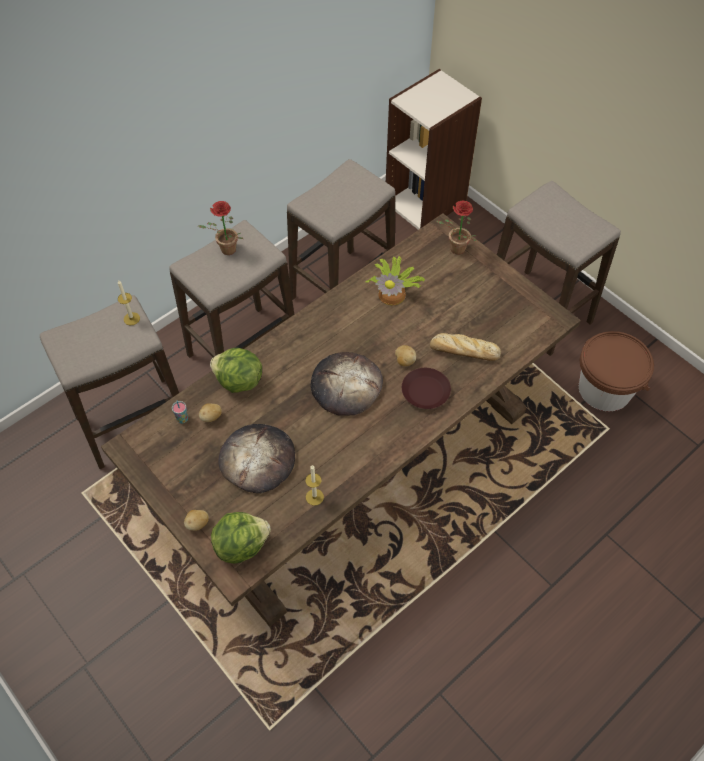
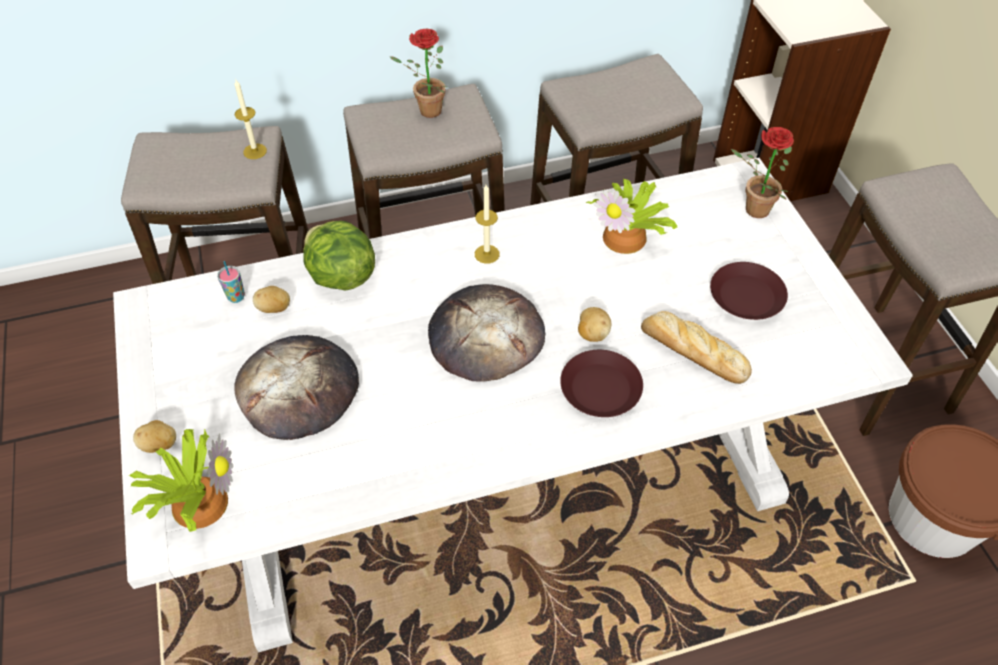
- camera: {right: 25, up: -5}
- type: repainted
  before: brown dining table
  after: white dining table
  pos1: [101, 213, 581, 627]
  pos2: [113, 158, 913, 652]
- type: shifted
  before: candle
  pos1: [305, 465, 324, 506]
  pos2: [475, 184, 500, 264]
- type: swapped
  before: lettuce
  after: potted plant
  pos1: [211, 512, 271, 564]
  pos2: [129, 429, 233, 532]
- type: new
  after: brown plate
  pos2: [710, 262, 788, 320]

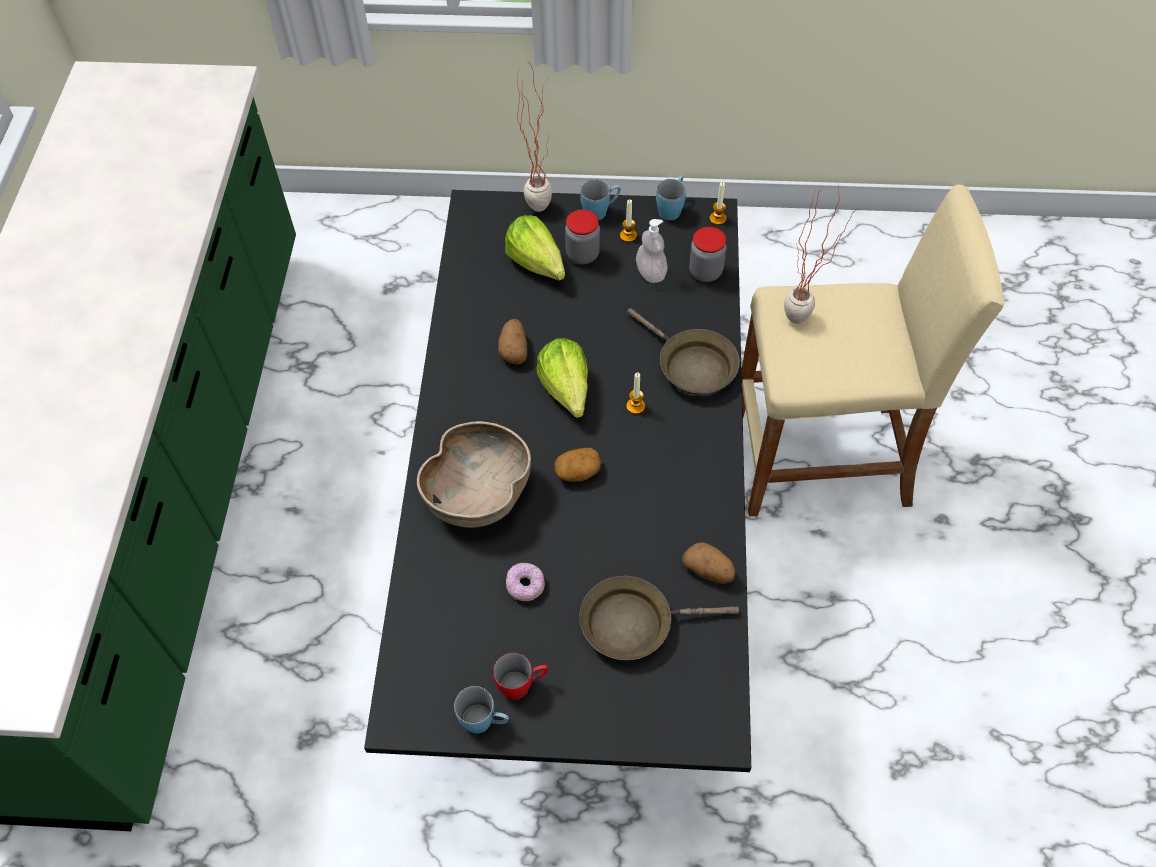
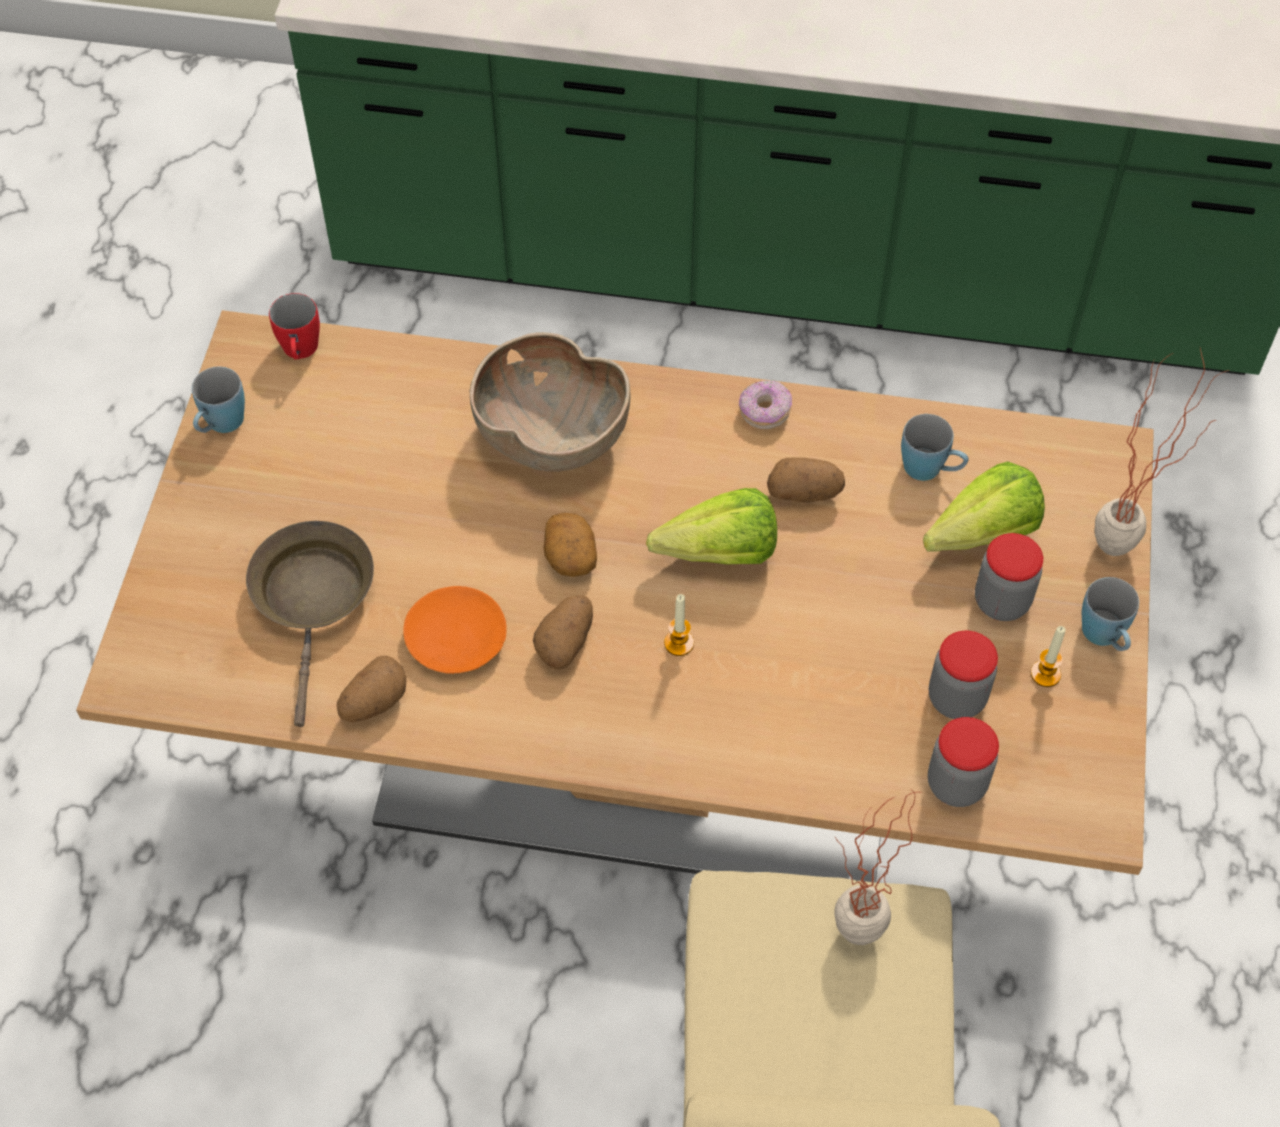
- camera: {right: 95, up: 0}
- type: shifted
  before: blue mug
  pos1: [656, 176, 686, 220]
  pos2: [901, 414, 969, 481]
- type: gone
  before: candle
  pos1: [710, 182, 726, 225]
- type: repainted
  before: black dining table
  after: beige dining table
  pos1: [364, 190, 751, 772]
  pos2: [76, 310, 1154, 883]
- type: swapped
  before: soap dispenser
  after: jar
  pos1: [636, 219, 668, 283]
  pos2: [929, 631, 998, 719]
- type: gone
  before: brown frying pan
  pos1: [627, 308, 740, 395]
- type: shifted
  before: donut
  pos1: [506, 563, 545, 601]
  pos2: [739, 380, 792, 430]
- type: shifted
  before: red mug
  pos1: [493, 653, 548, 700]
  pos2: [269, 293, 320, 359]
- type: new
  after: orange plate
  pos2: [403, 586, 507, 674]
- type: new
  after: potato
  pos2: [533, 595, 593, 670]

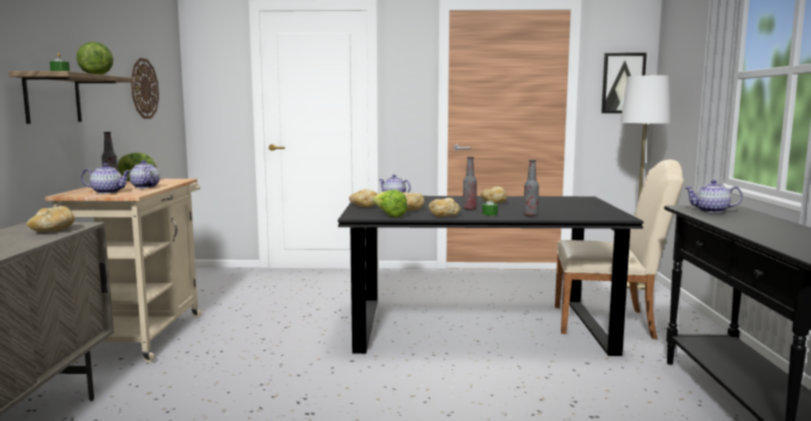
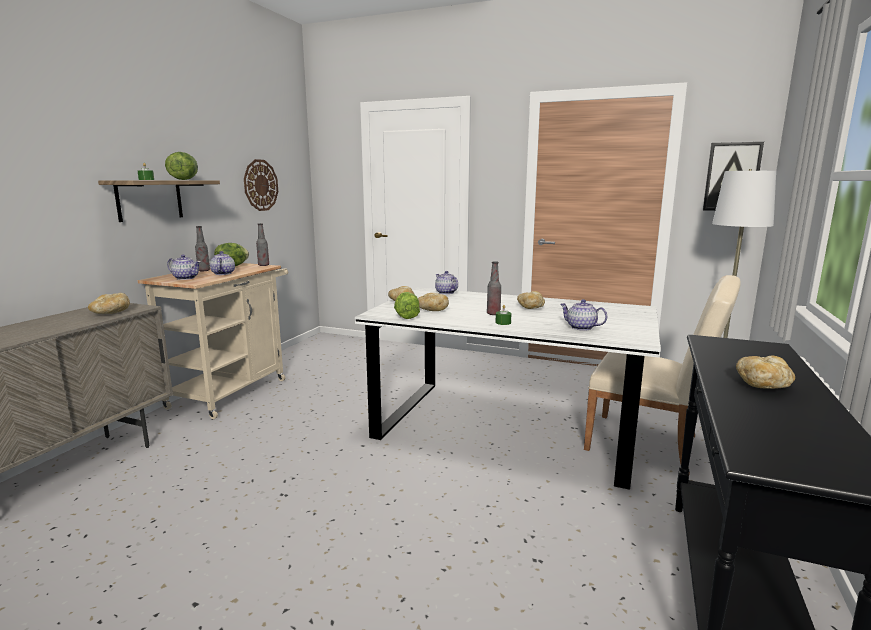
- camera: {right: 20, up: 5}
- type: shifted
  before: bottle
  pos1: [523, 160, 539, 217]
  pos2: [256, 223, 269, 266]
- type: shifted
  before: teapot
  pos1: [684, 180, 743, 213]
  pos2: [560, 299, 607, 331]
- type: repainted
  before: black dining table
  after: white dining table
  pos1: [338, 196, 644, 356]
  pos2: [355, 288, 661, 490]
- type: shifted
  before: bread
  pos1: [429, 198, 460, 217]
  pos2: [736, 356, 795, 389]

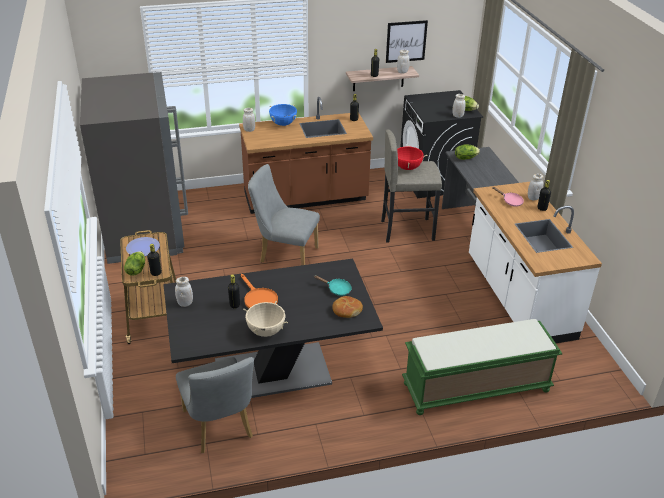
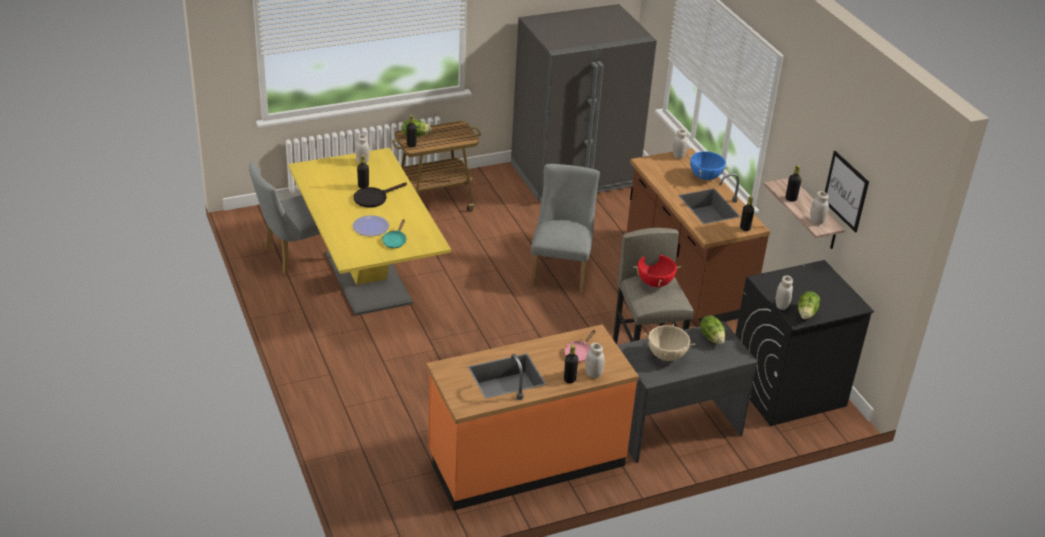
- camera: {right: 80, up: 0}
- type: repainted
  before: white counter
  after: orange counter
  pos1: [469, 182, 602, 343]
  pos2: [426, 324, 639, 510]
- type: shifted
  before: plate
  pos1: [126, 237, 160, 256]
  pos2: [353, 215, 389, 236]
- type: repainted
  before: black dining table
  after: yellow dining table
  pos1: [163, 258, 383, 398]
  pos2: [288, 148, 451, 316]
- type: repainted
  before: orange frying pan
  after: black frying pan
  pos1: [241, 274, 278, 308]
  pos2: [354, 183, 407, 208]
- type: gone
  before: bread
  pos1: [332, 296, 363, 318]
- type: shifted
  before: beige cooking pot
  pos1: [243, 301, 288, 337]
  pos2: [644, 323, 695, 361]
- type: gone
  before: green bench
  pos1: [402, 319, 562, 415]

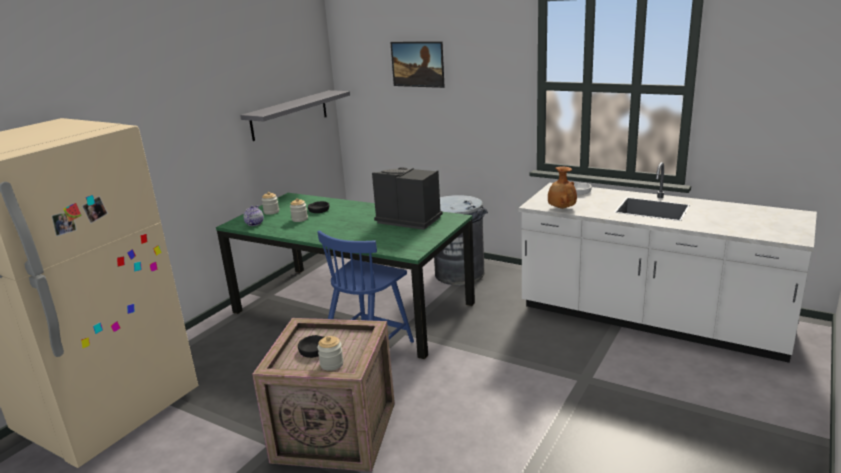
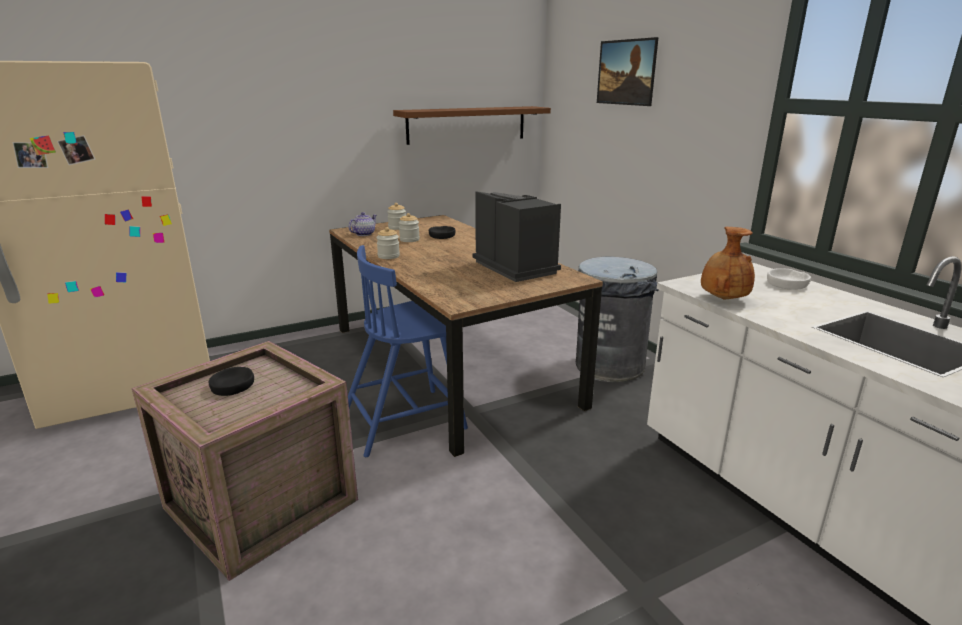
- camera: {right: 30, up: 0}
- type: repainted
  before: grey shelf
  after: brown shelf
  pos1: [240, 90, 350, 141]
  pos2: [393, 106, 551, 145]
- type: repainted
  before: green dining table
  after: brown dining table
  pos1: [216, 193, 475, 359]
  pos2: [329, 215, 603, 457]
- type: shifted
  before: jar
  pos1: [317, 336, 344, 371]
  pos2: [376, 227, 400, 259]

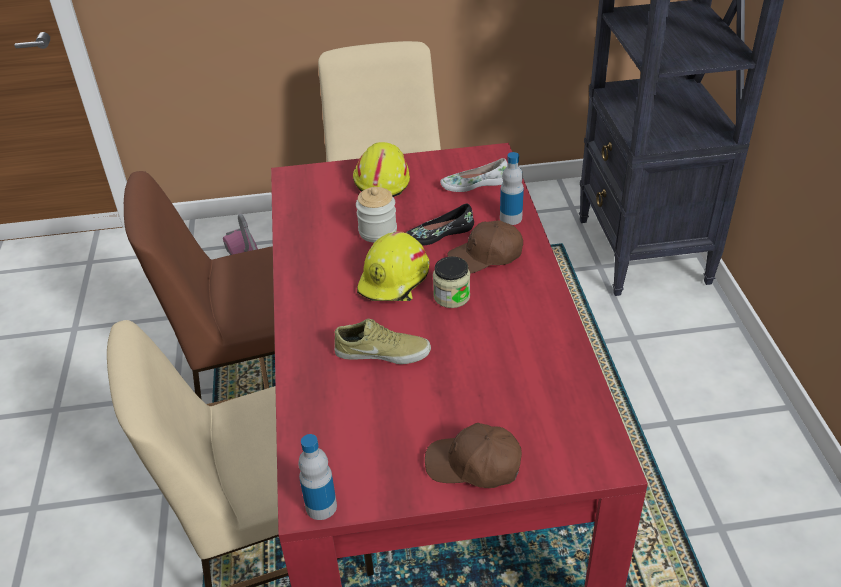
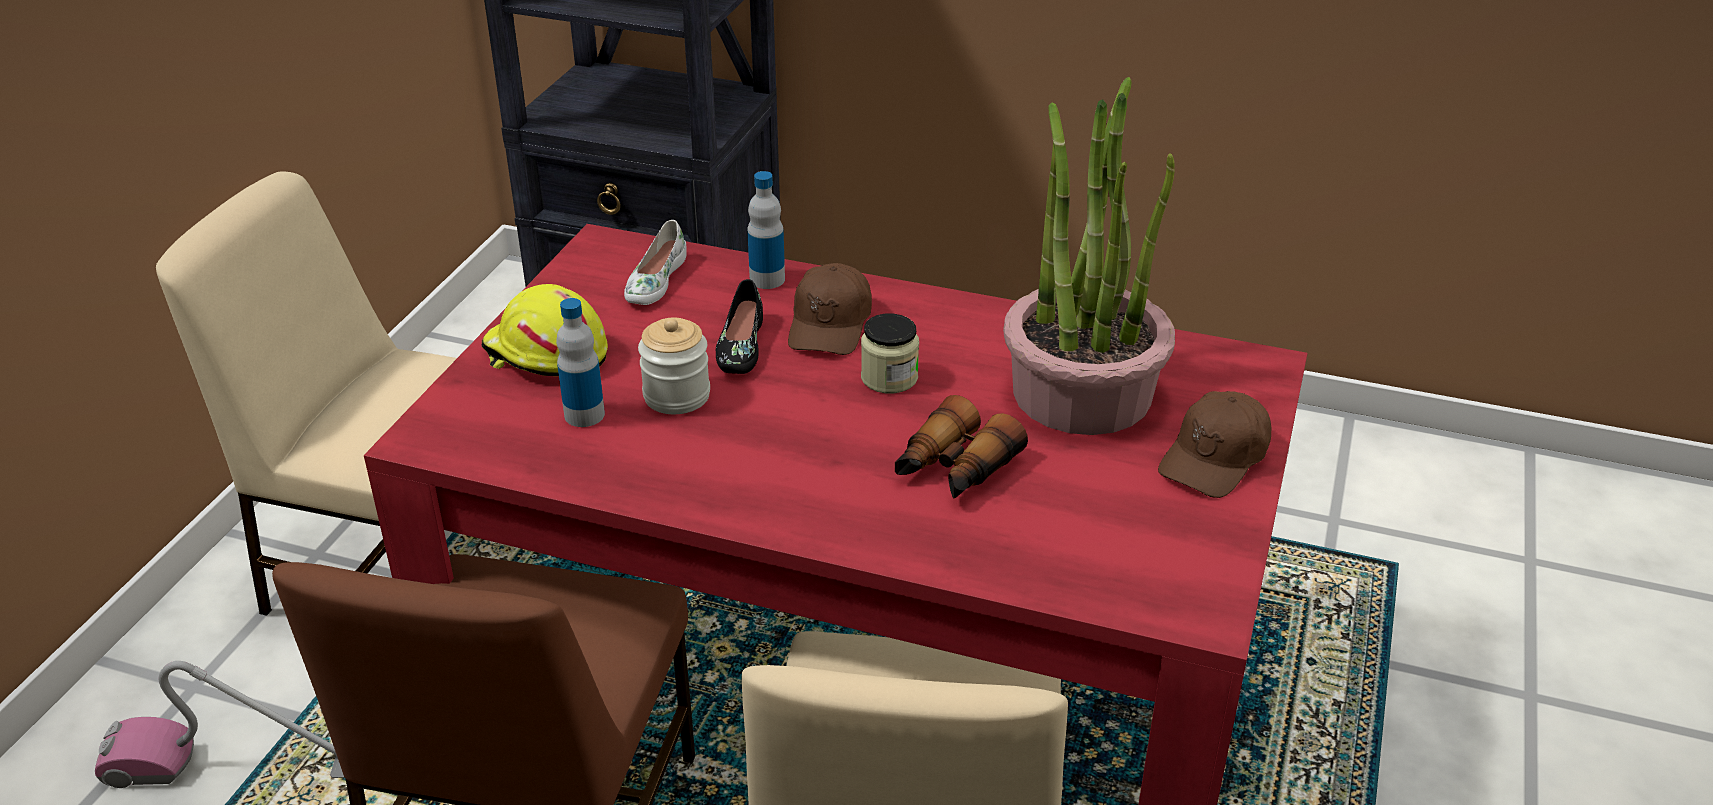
- camera: {right: -65, up: -5}
- type: gone
  before: yellow hard hat
  pos1: [357, 231, 430, 301]
- type: swapped
  before: beige shoe
  after: binoculars
  pos1: [334, 318, 431, 364]
  pos2: [895, 395, 1028, 499]
- type: shifted
  before: bottle
  pos1: [298, 434, 337, 520]
  pos2: [556, 298, 605, 427]
- type: new
  after: potted plant
  pos2: [1003, 77, 1175, 435]

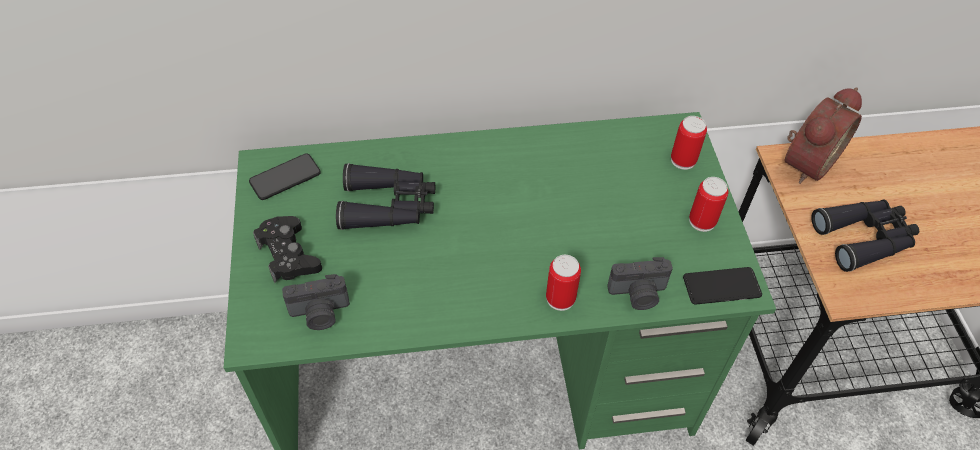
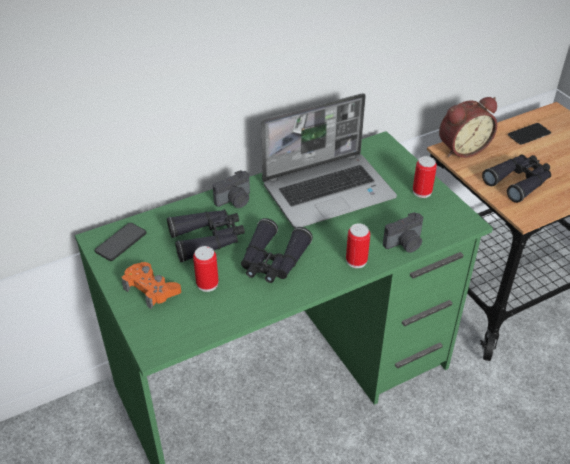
- camera: {right: -20, up: -10}
- type: rotated
  before: alarm clock
  pos1: [785, 87, 862, 184]
  pos2: [439, 97, 497, 158]
  turn: 45
- type: shifted
  before: can
  pos1: [671, 116, 707, 170]
  pos2: [193, 246, 219, 292]
- type: repainted
  before: black game controller
  after: orange game controller
  pos1: [253, 216, 322, 283]
  pos2: [122, 262, 181, 310]
- type: shifted
  before: phone
  pos1: [683, 267, 762, 305]
  pos2: [508, 123, 551, 145]
- type: shifted
  before: photo camera
  pos1: [282, 274, 350, 330]
  pos2: [213, 170, 250, 208]
- type: new
  after: laptop
  pos2: [261, 93, 397, 228]
- type: new
  after: black binoculars
  pos2: [241, 218, 313, 283]

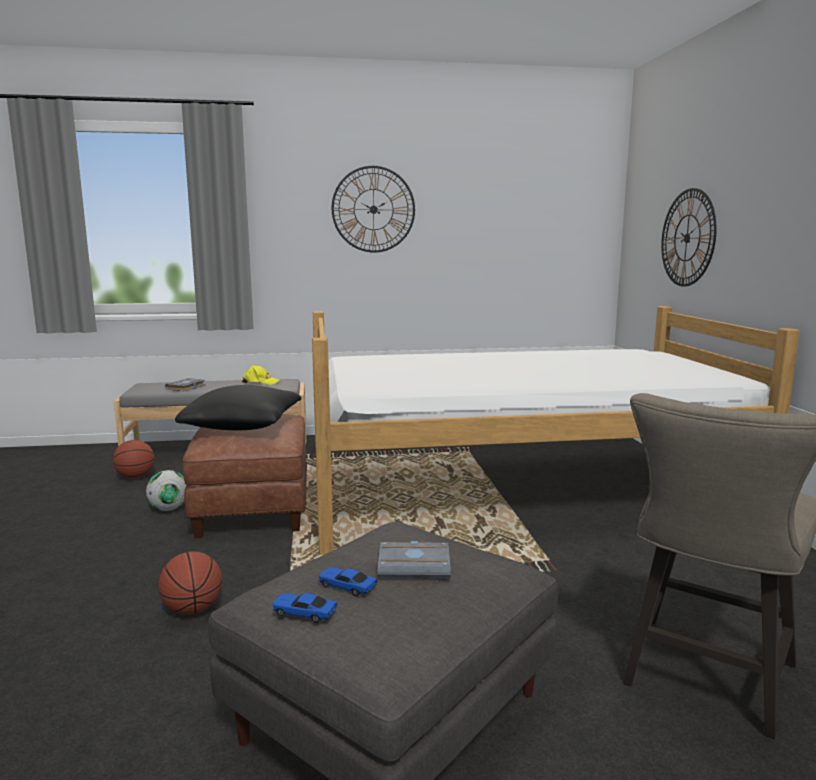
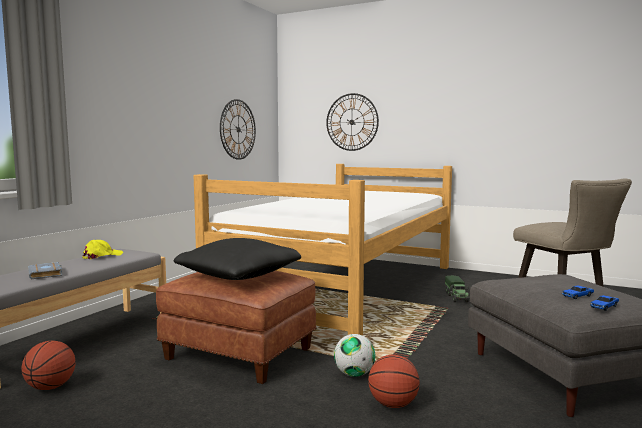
- camera: {right: -55, up: -5}
- type: shifted
  before: wall clock
  pos1: [332, 166, 415, 253]
  pos2: [220, 99, 256, 160]
- type: shifted
  before: football
  pos1: [146, 470, 187, 511]
  pos2: [334, 334, 375, 377]
- type: gone
  before: grey book
  pos1: [378, 541, 451, 578]
- type: new
  after: toy truck
  pos2: [445, 276, 469, 302]

